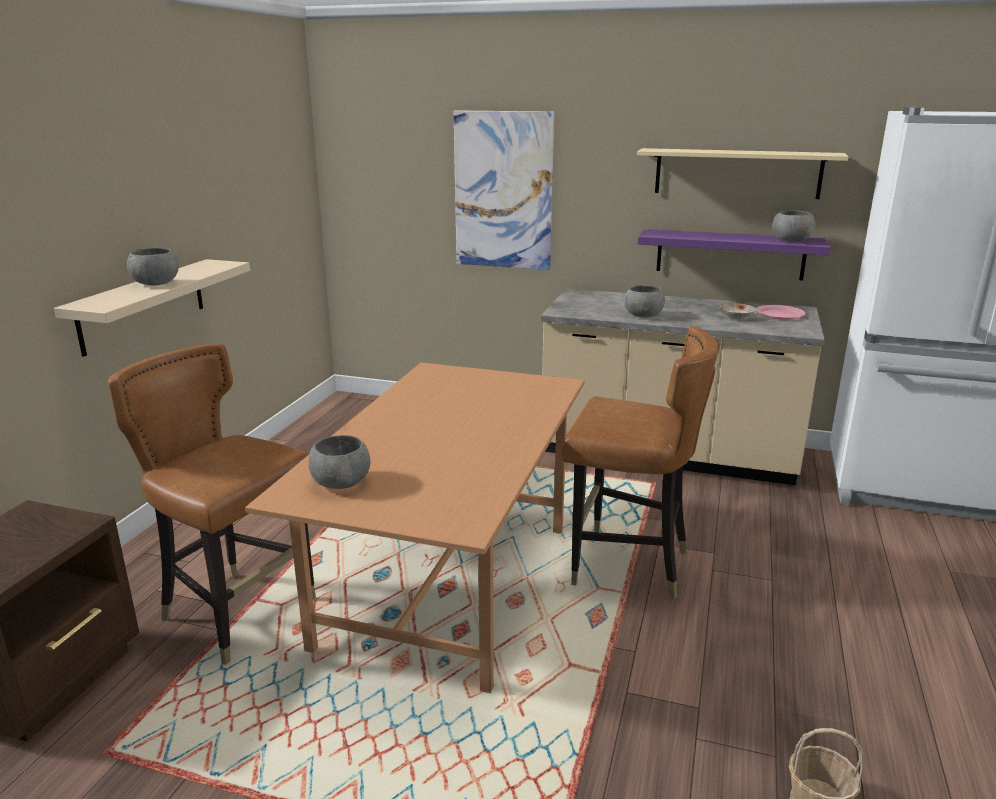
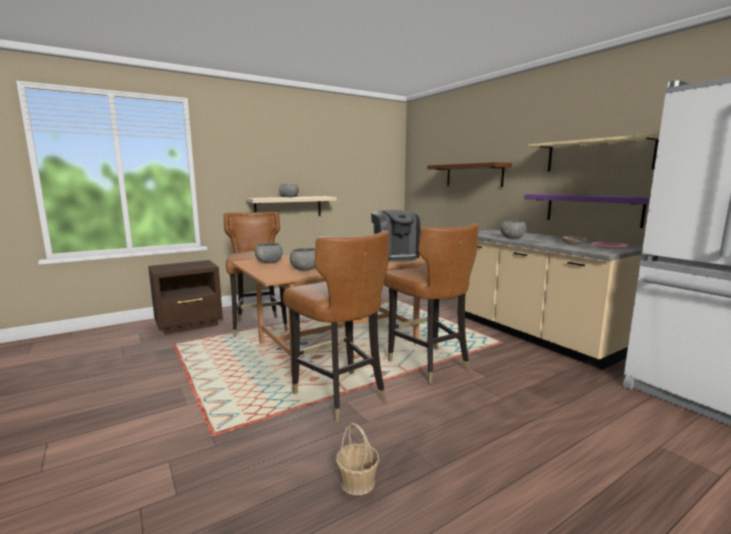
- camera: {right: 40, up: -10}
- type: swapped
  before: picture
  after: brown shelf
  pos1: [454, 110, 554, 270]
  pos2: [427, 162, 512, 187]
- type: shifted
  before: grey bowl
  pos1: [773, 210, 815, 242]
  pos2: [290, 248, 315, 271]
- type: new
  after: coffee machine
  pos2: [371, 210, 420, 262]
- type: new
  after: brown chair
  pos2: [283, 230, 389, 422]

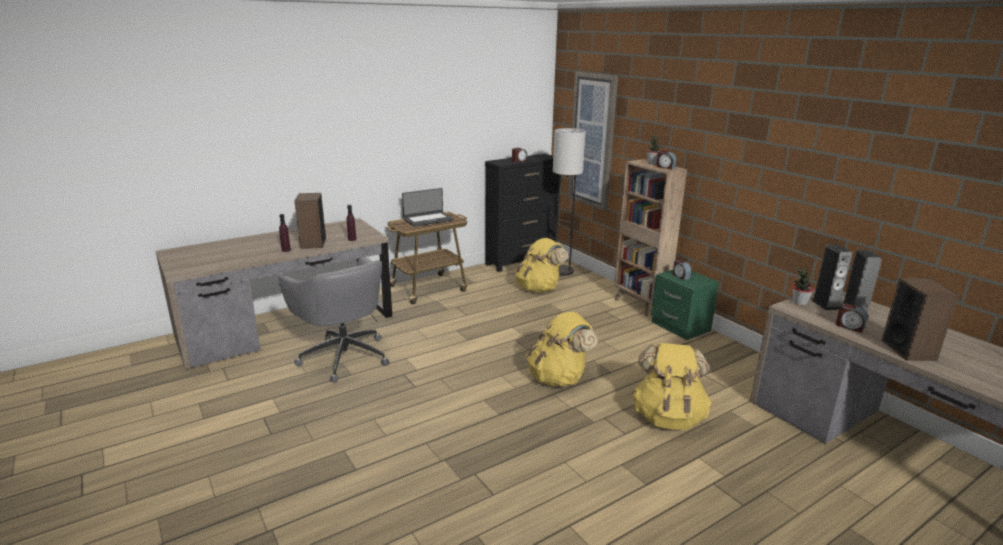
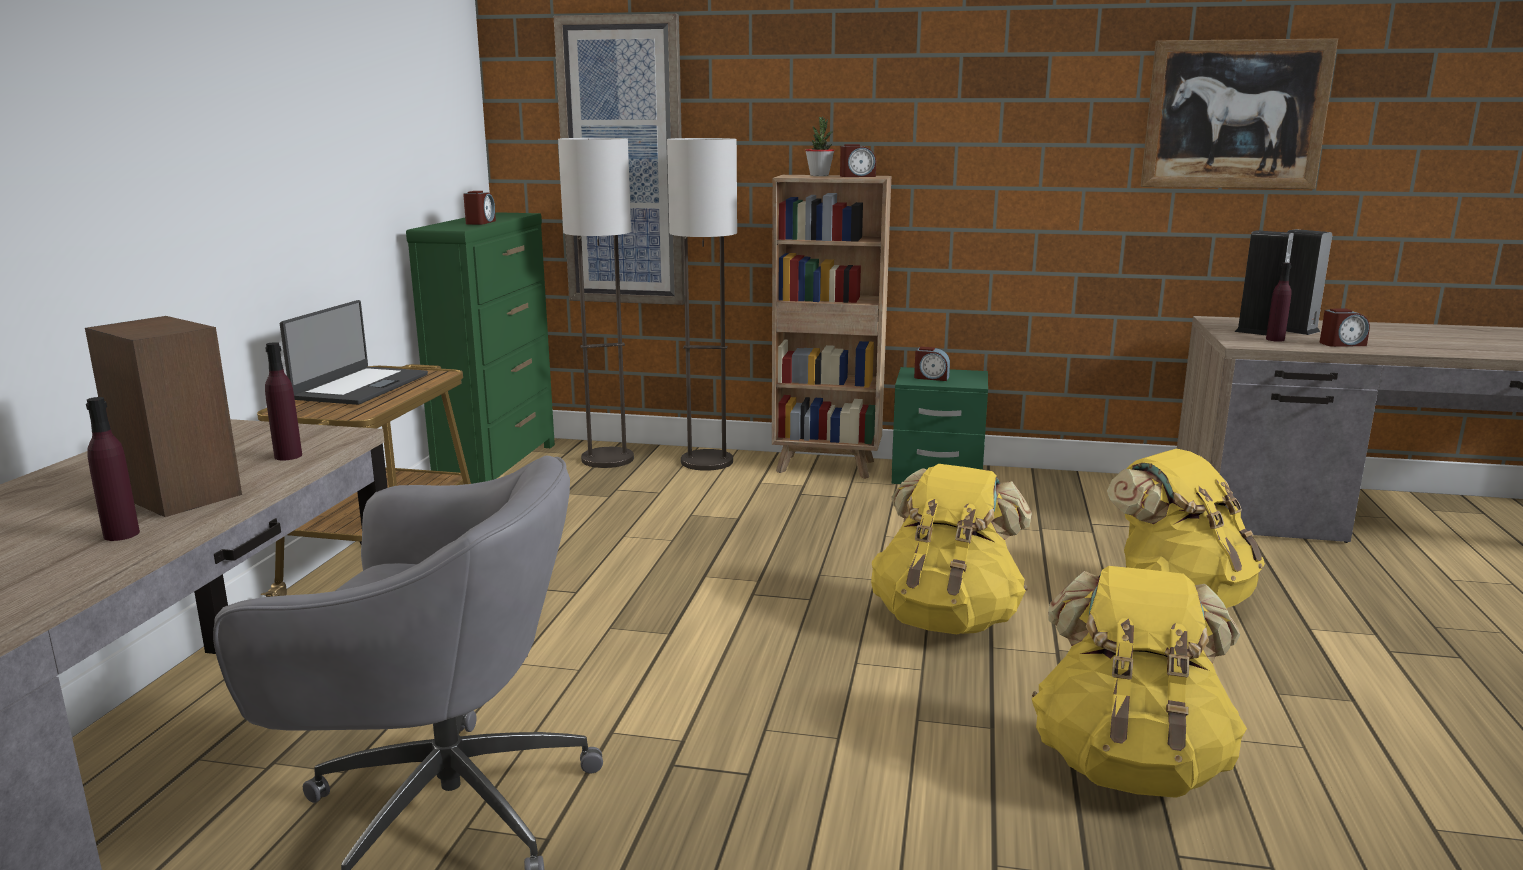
- camera: {right: -45, up: -5}
- type: repainted
  before: black dresser
  after: green dresser
  pos1: [485, 154, 559, 272]
  pos2: [406, 212, 555, 484]
- type: shifted
  before: yellow backpack
  pos1: [515, 238, 568, 292]
  pos2: [1032, 566, 1247, 798]
- type: gone
  before: potted plant
  pos1: [793, 267, 814, 305]
- type: gone
  before: speaker
  pos1: [881, 278, 959, 361]
- type: new
  after: picture
  pos2: [1141, 38, 1338, 189]
- type: new
  after: floor lamp
  pos2: [667, 138, 737, 471]
- type: new
  after: purple bottle
  pos2: [1266, 262, 1291, 342]

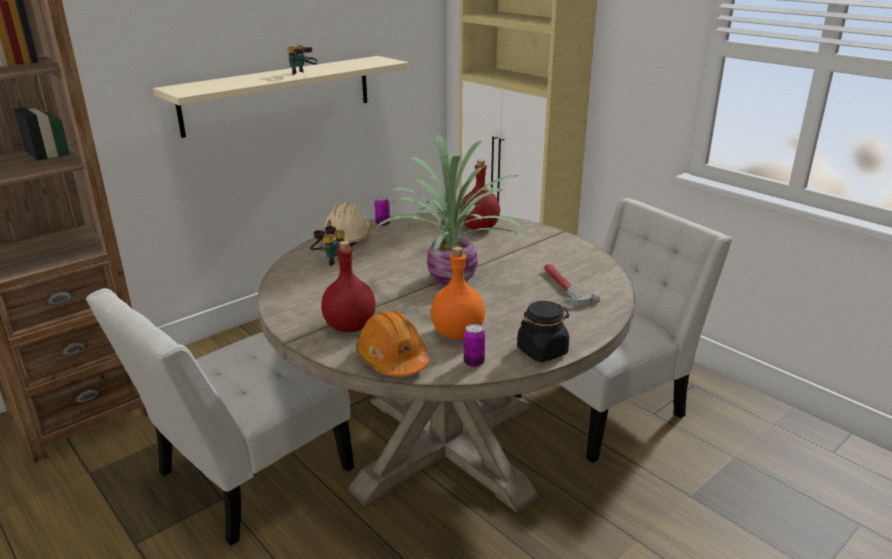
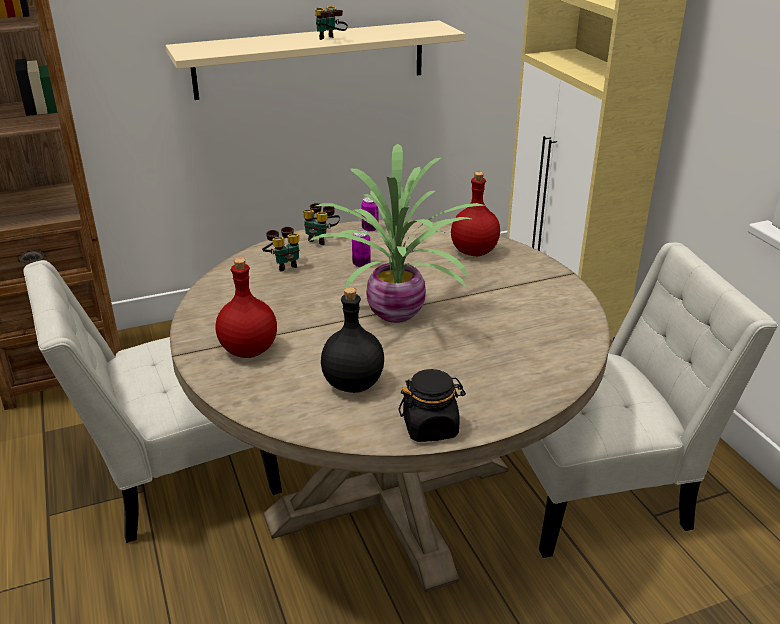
- camera: {right: 20, up: 5}
- type: swapped
  before: beige hard hat
  after: binoculars
  pos1: [322, 202, 371, 247]
  pos2: [303, 203, 340, 245]
- type: repainted
  before: orange bottle
  after: black bottle
  pos1: [431, 246, 485, 340]
  pos2: [321, 287, 384, 393]
- type: gone
  before: hammer
  pos1: [545, 264, 600, 306]
- type: gone
  before: orange hard hat
  pos1: [356, 311, 429, 377]
- type: shifted
  before: can
  pos1: [464, 324, 485, 367]
  pos2: [352, 230, 371, 267]

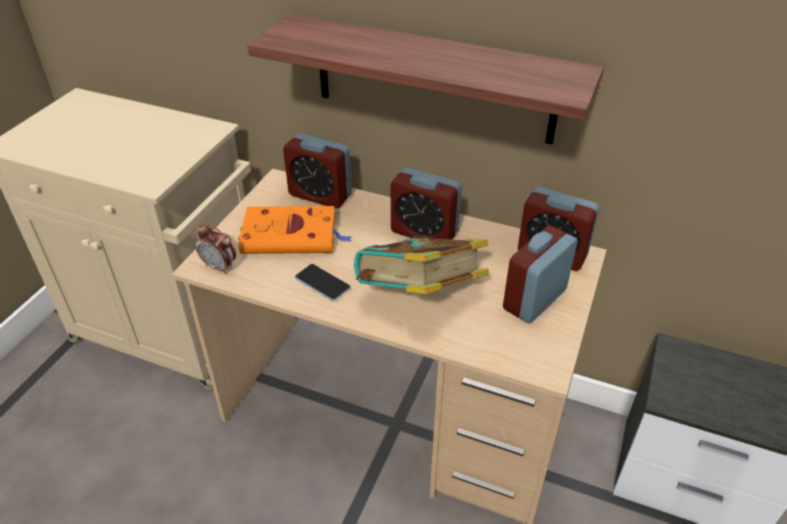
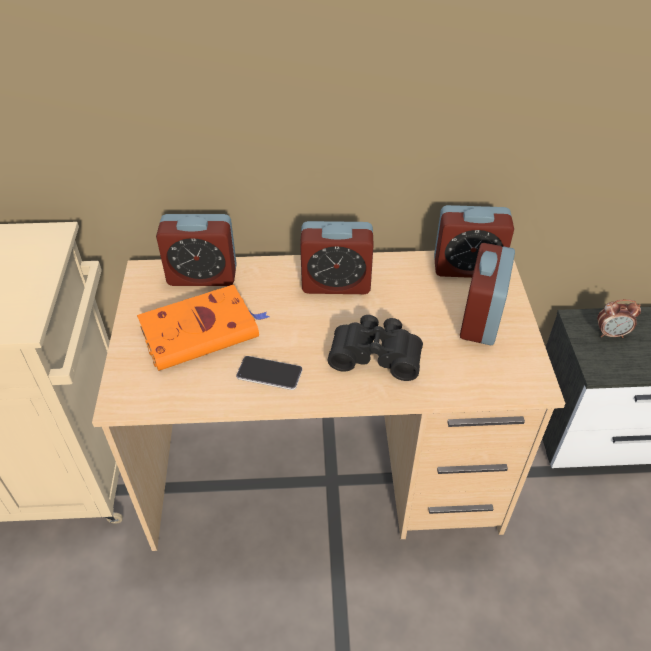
- camera: {right: -25, up: 5}
- type: gone
  before: shelf
  pos1: [247, 13, 604, 145]
- type: shifted
  before: alarm clock
  pos1: [196, 224, 236, 274]
  pos2: [597, 299, 641, 338]
- type: swapped
  before: book
  after: black binoculars
  pos1: [354, 236, 489, 295]
  pos2: [328, 315, 423, 381]

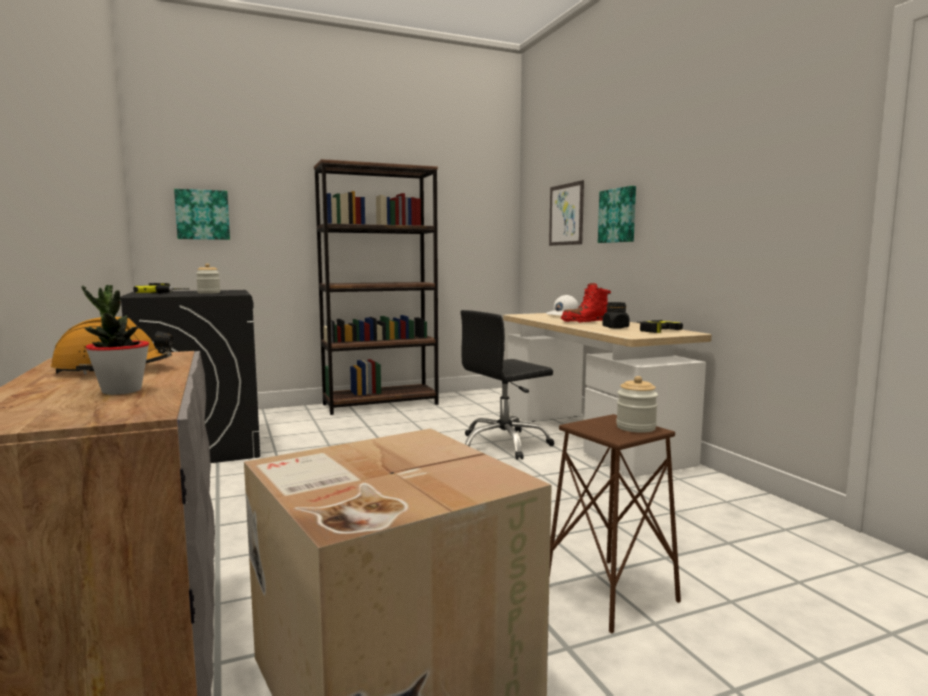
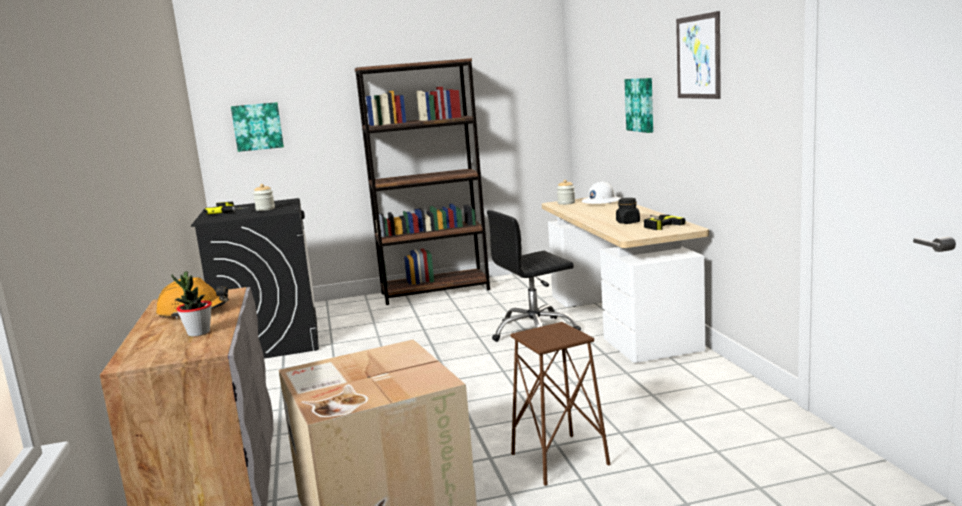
- camera: {right: 10, up: 5}
- type: shifted
  before: picture
  pos1: [549, 180, 584, 246]
  pos2: [676, 11, 721, 99]
- type: gone
  before: red boot
  pos1: [561, 283, 611, 323]
- type: shifted
  before: jar
  pos1: [616, 376, 658, 433]
  pos2: [557, 180, 575, 205]

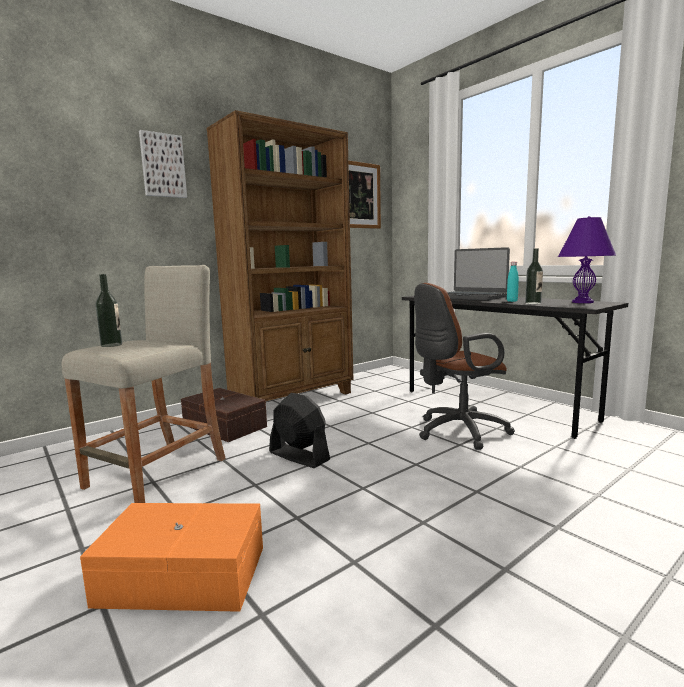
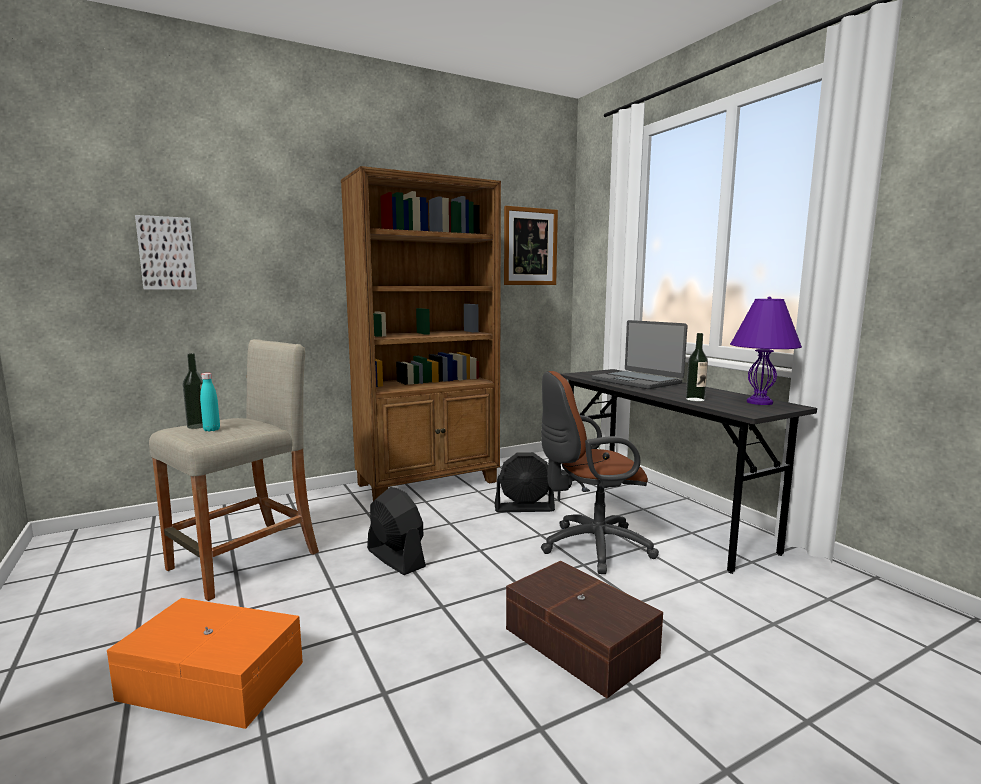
- camera: {right: 10, up: 0}
- type: shifted
  before: picture
  pos1: [139, 130, 187, 198]
  pos2: [135, 215, 197, 290]
- type: shifted
  before: turquoise bottle
  pos1: [507, 262, 519, 302]
  pos2: [200, 373, 220, 432]
- type: shifted
  before: brown storage box
  pos1: [181, 388, 267, 442]
  pos2: [506, 561, 663, 699]
- type: new
  after: black fan
  pos2: [494, 452, 555, 513]

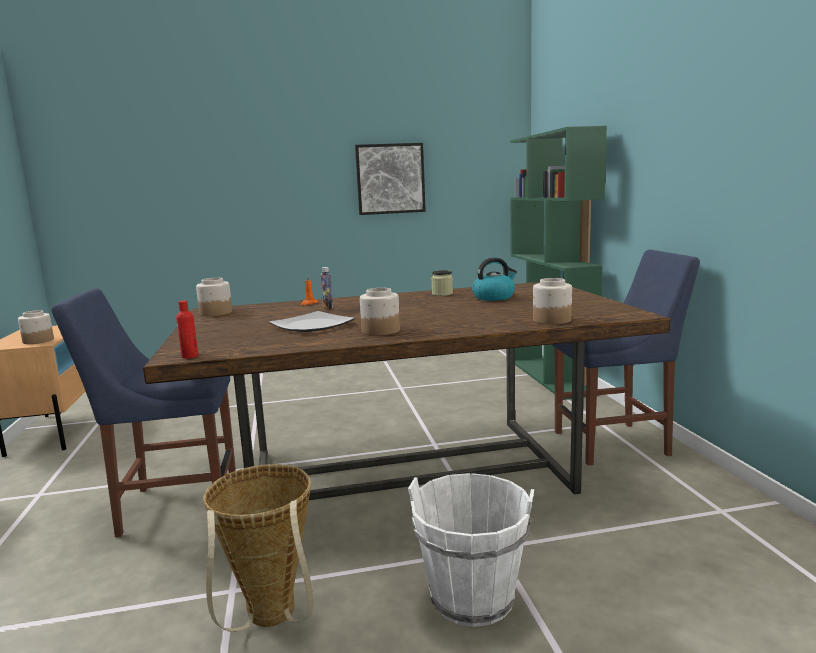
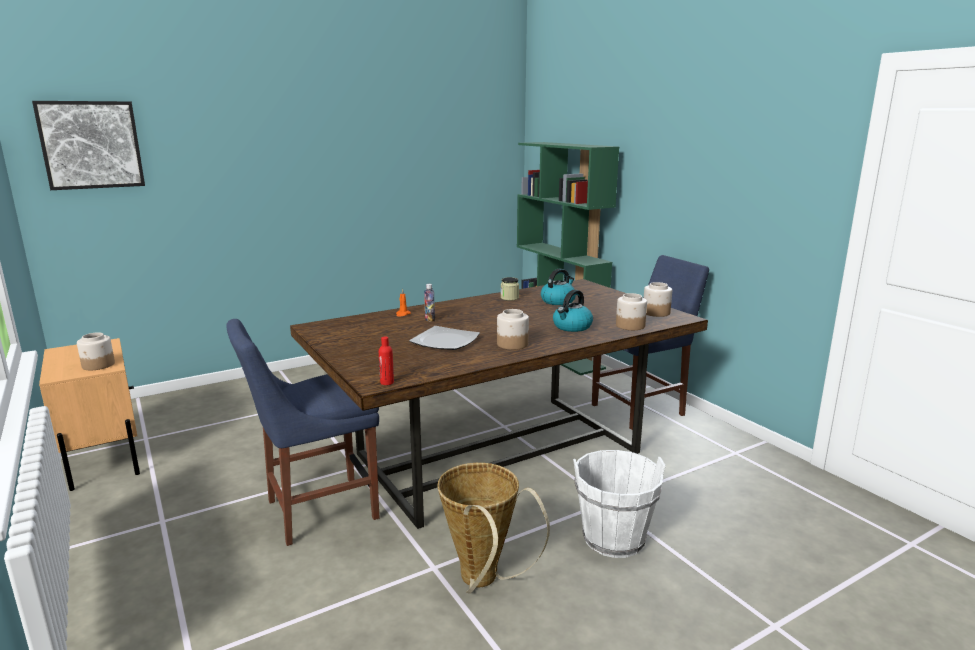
- camera: {right: -20, up: 5}
- type: shifted
  before: picture
  pos1: [355, 143, 426, 215]
  pos2: [32, 101, 145, 190]
- type: shifted
  before: jar
  pos1: [196, 278, 232, 316]
  pos2: [644, 282, 672, 317]
- type: new
  after: kettle
  pos2: [553, 290, 593, 332]

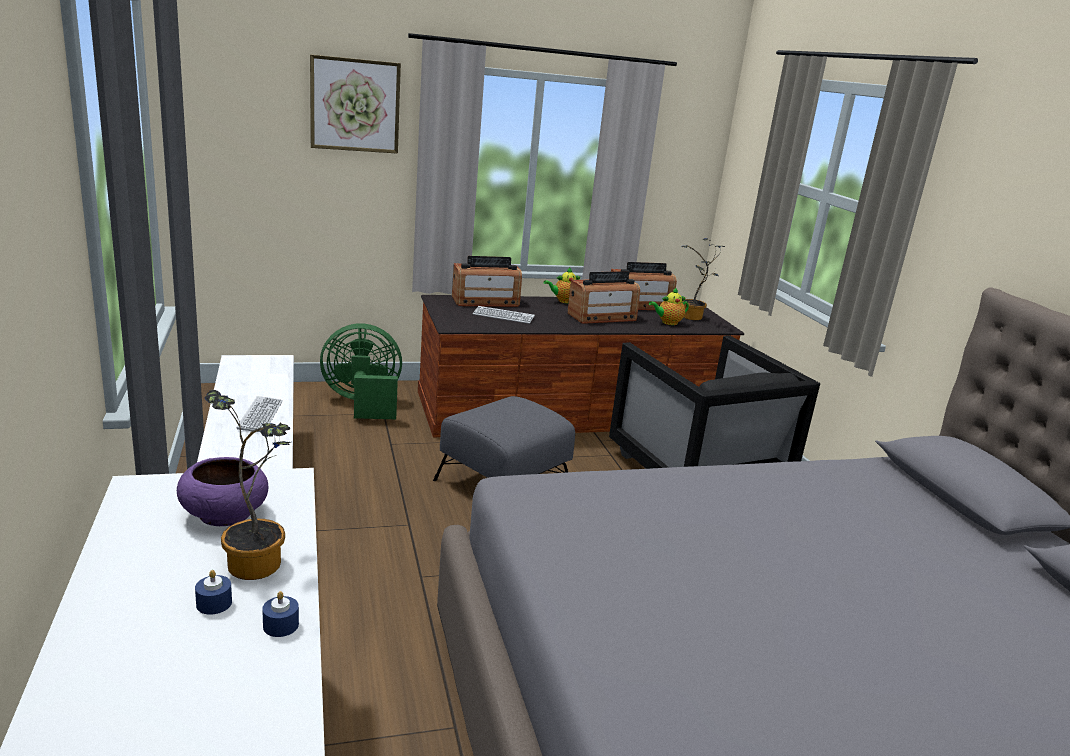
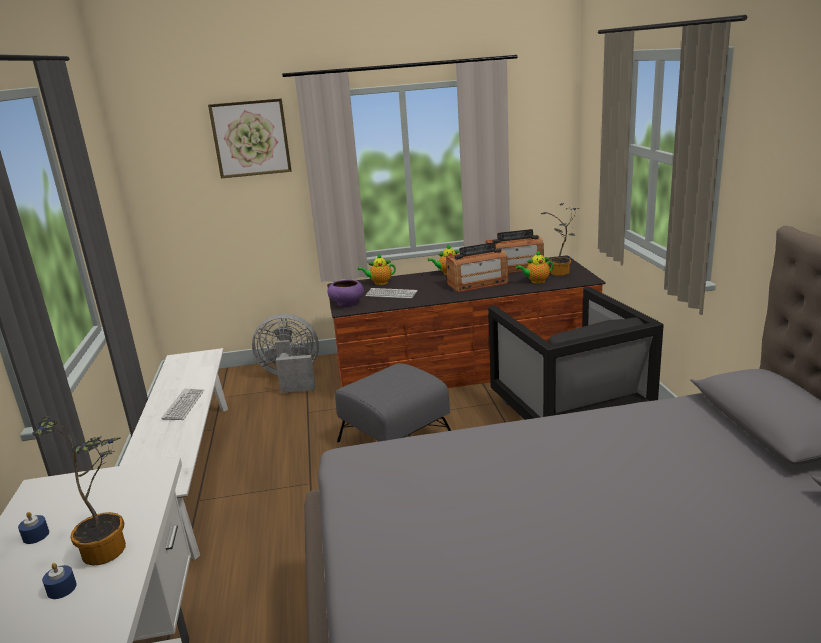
- camera: {right: 10, up: 0}
- type: swapped
  before: radio
  after: teapot
  pos1: [452, 256, 522, 307]
  pos2: [358, 254, 396, 285]
- type: repainted
  before: green fan
  after: grey fan
  pos1: [320, 323, 402, 419]
  pos2: [252, 314, 319, 393]
- type: shifted
  before: purple bowl
  pos1: [177, 457, 268, 526]
  pos2: [327, 280, 364, 307]
- type: shifted
  before: blue candle
  pos1: [262, 591, 299, 637]
  pos2: [18, 512, 49, 544]

